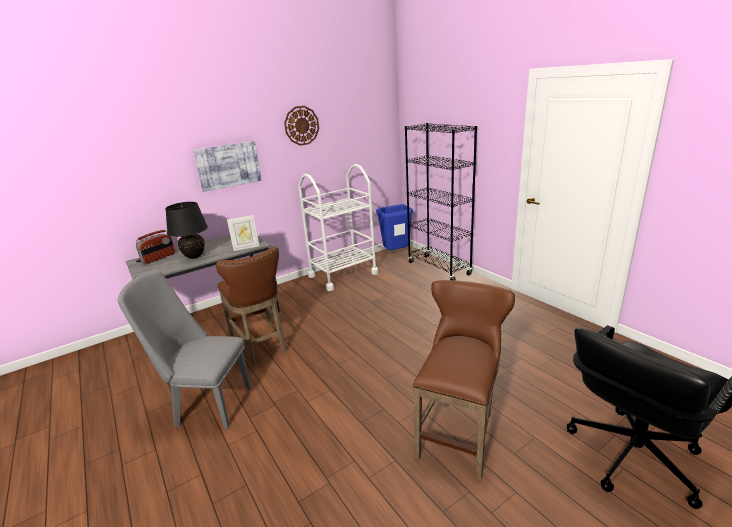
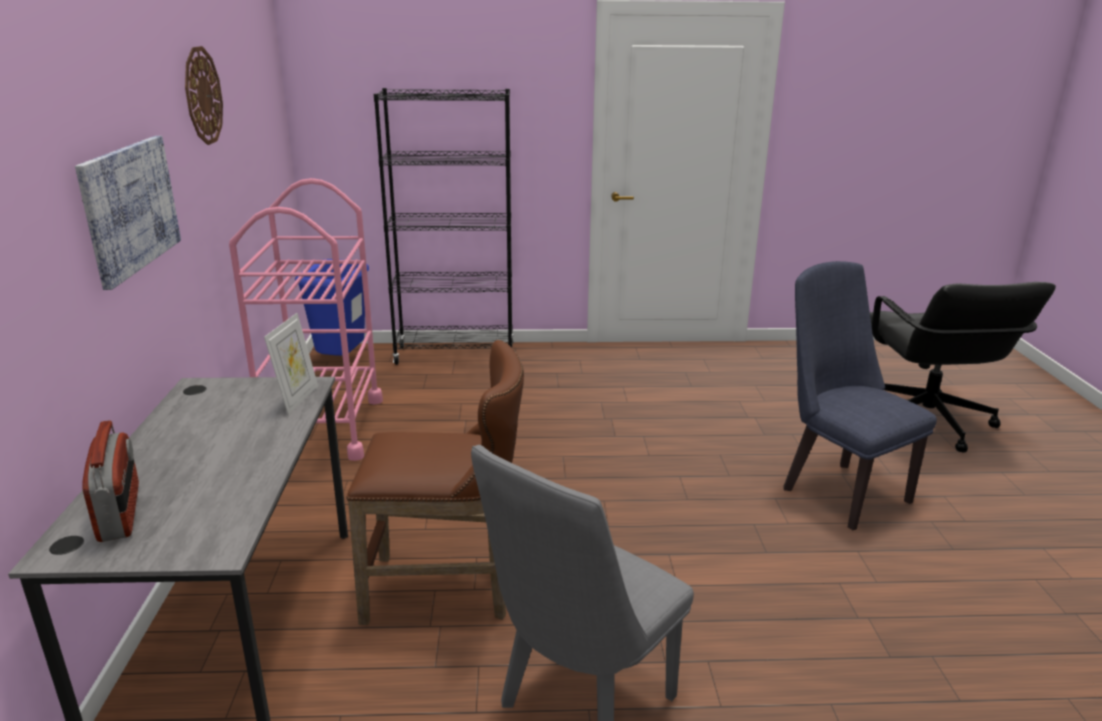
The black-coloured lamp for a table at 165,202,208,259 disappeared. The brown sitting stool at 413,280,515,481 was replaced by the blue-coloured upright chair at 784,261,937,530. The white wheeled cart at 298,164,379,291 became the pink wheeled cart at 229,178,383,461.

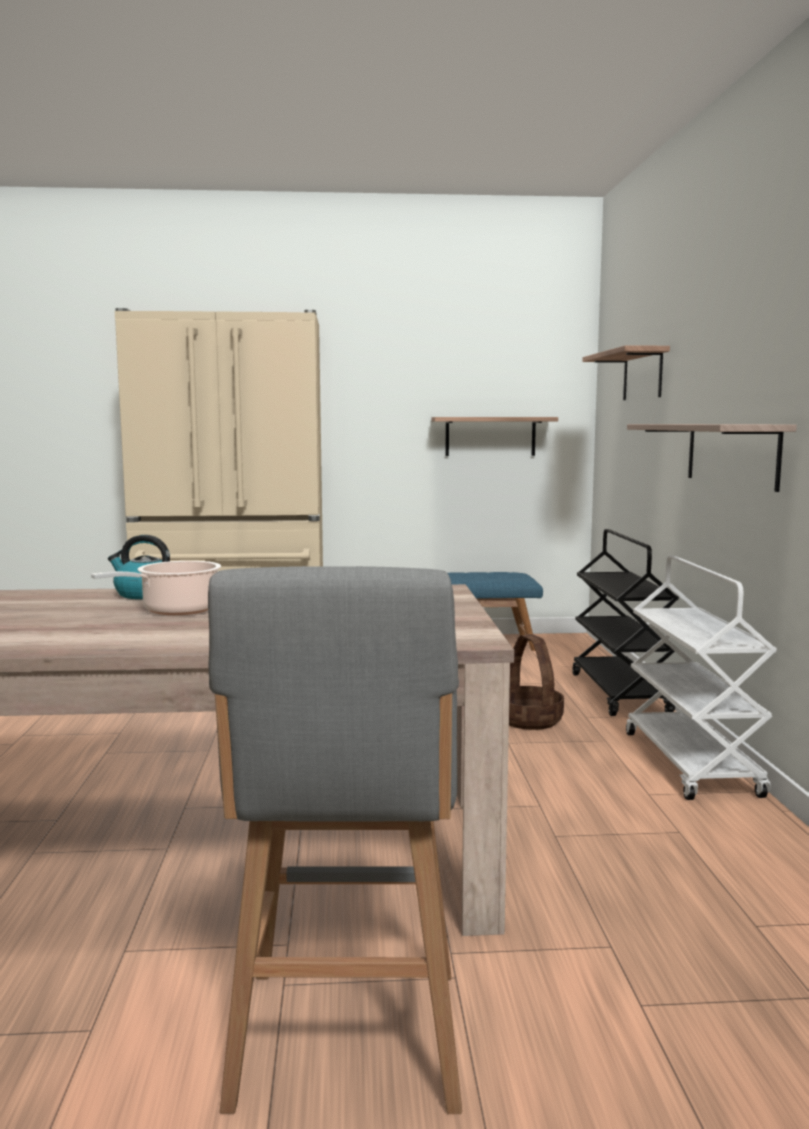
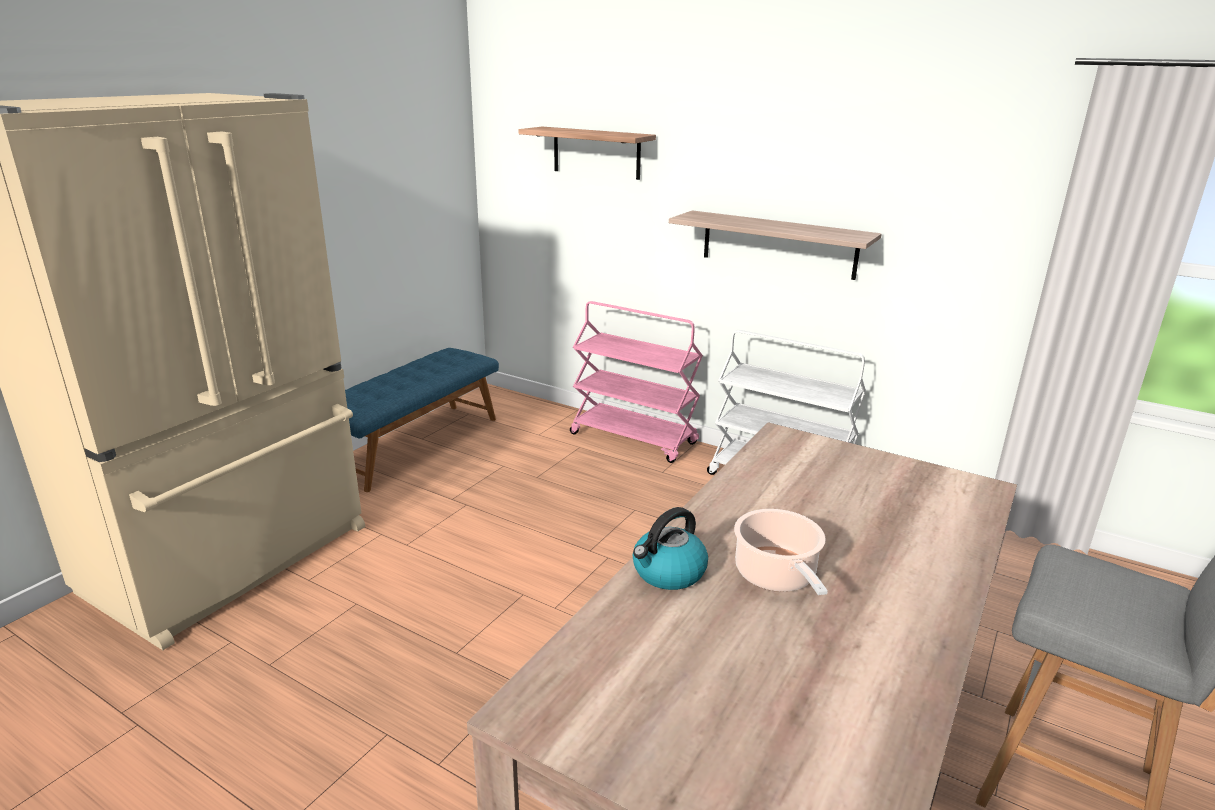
The bracket shelf at 431,417,558,456 disappeared. The storage basket at 509,634,564,730 disappeared. The black-coloured wheeled cart at 572,529,679,716 became the pink wheeled cart at 570,301,703,463.

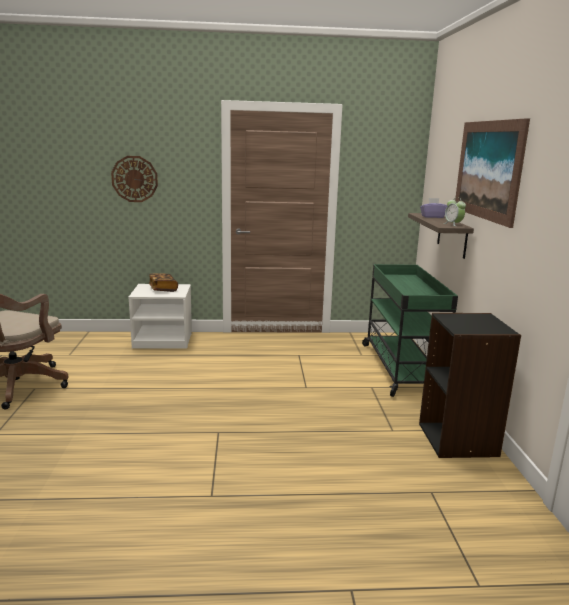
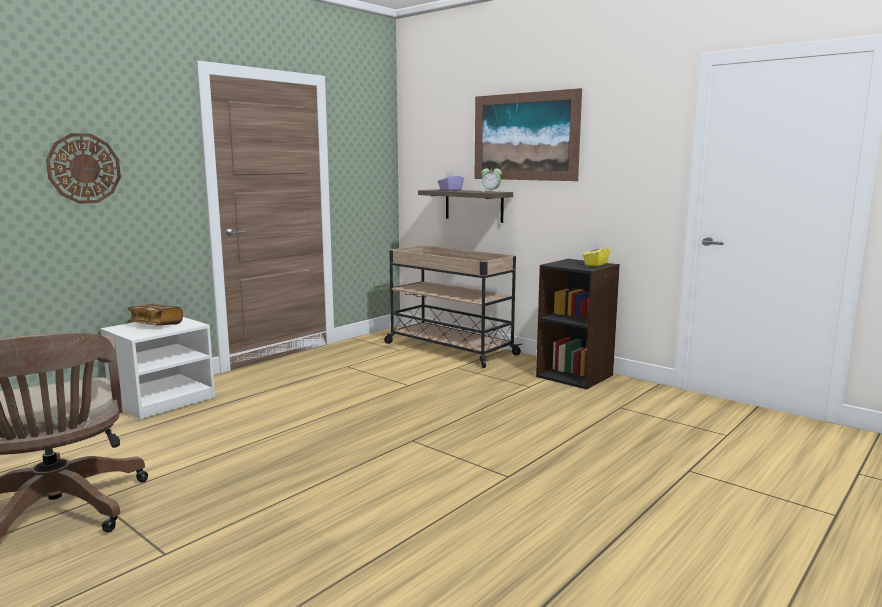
The yellow box of tissues at 583,242,610,267 appeared. The green-coloured wheeled cart at 362,264,458,397 became the sand-coloured wheeled cart at 384,245,523,368.

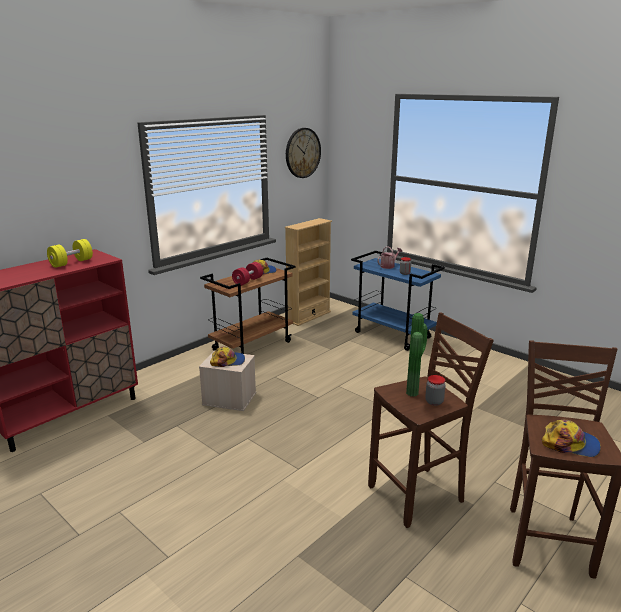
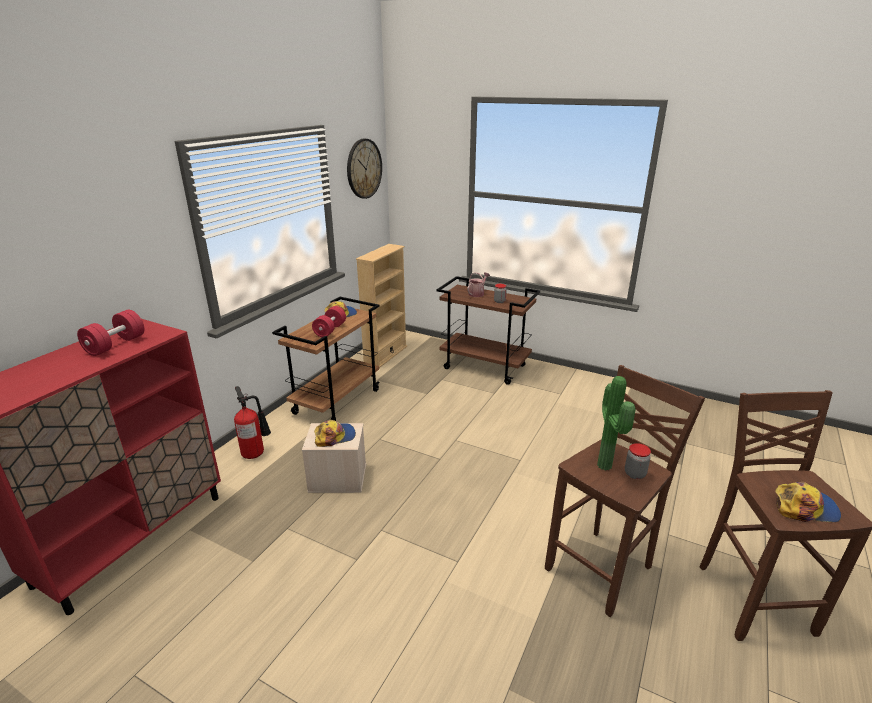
The fire extinguisher at 234,386,271,459 appeared. The yellow free weight at 47,239,93,268 became the red-coloured free weight at 77,310,144,356. The blue-coloured wheeled cart at 351,251,445,351 became the brown wheeled cart at 436,276,540,385.

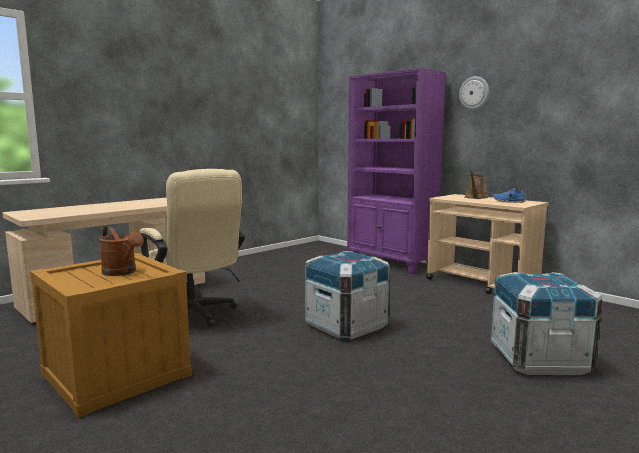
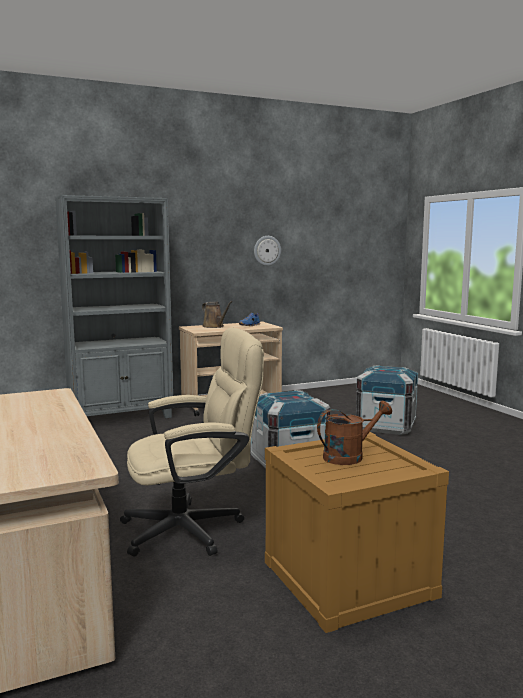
The clock on the wall moved from 459,76,489,110 to 254,236,281,266. The purplish shelving unit at 347,68,446,274 became the gray shelving unit at 55,195,173,418.

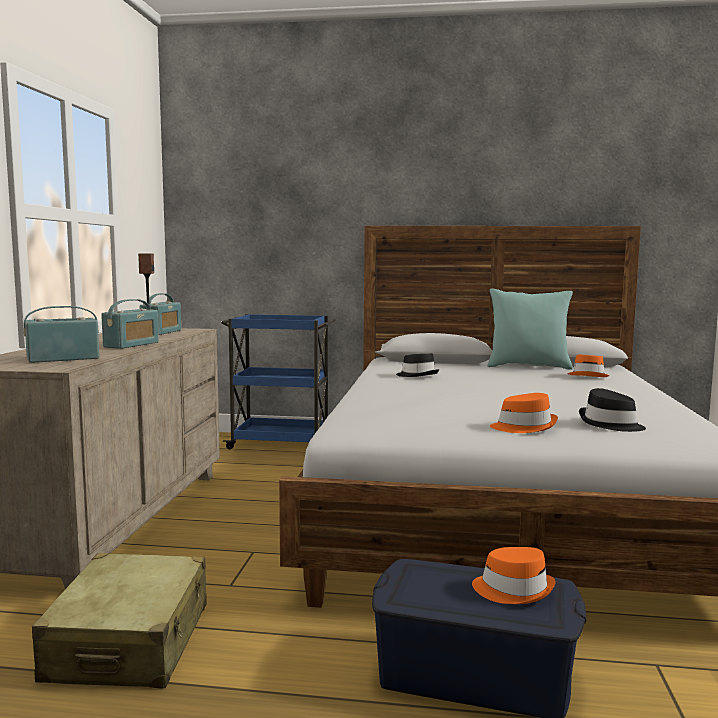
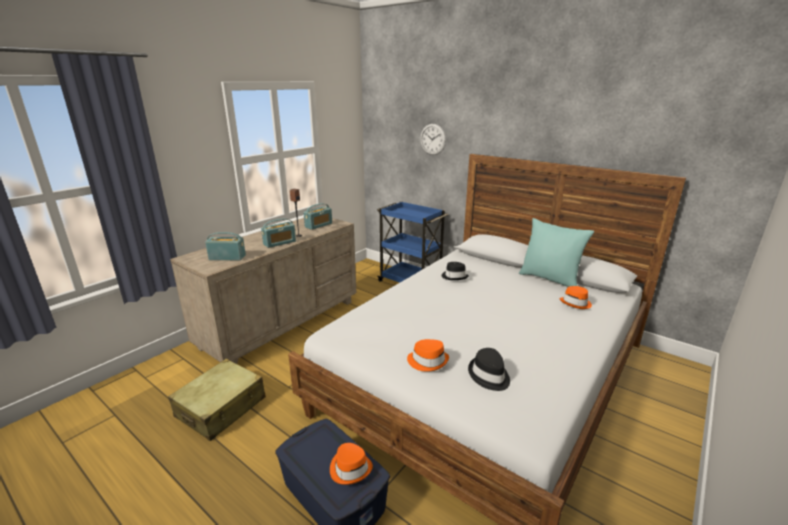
The clock on the wall at 420,124,446,155 appeared.

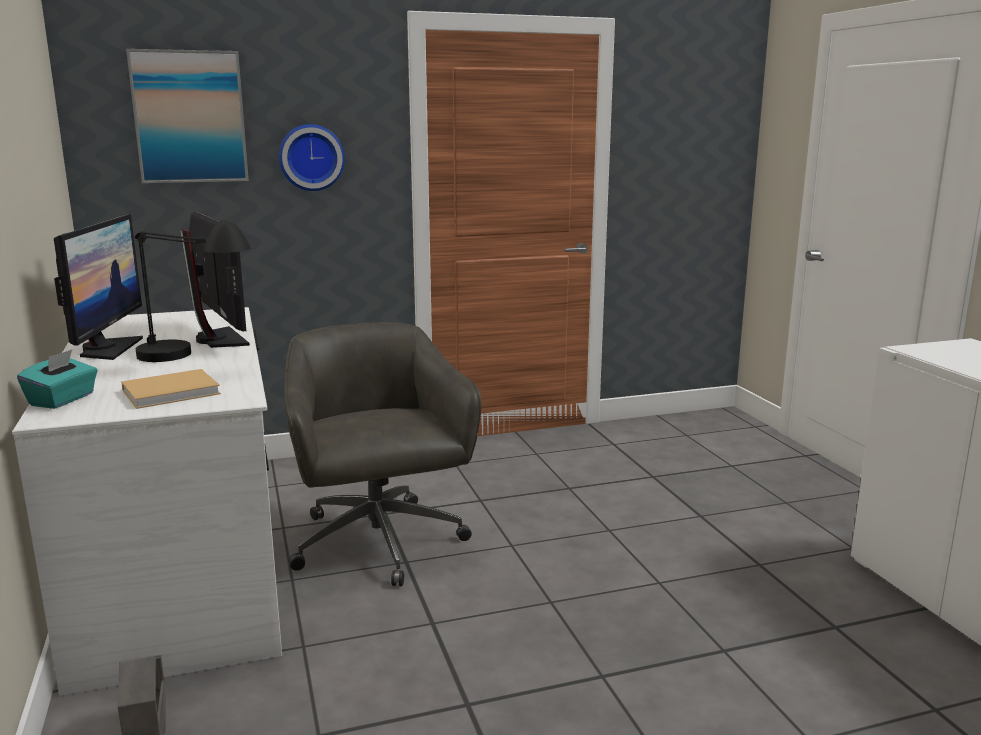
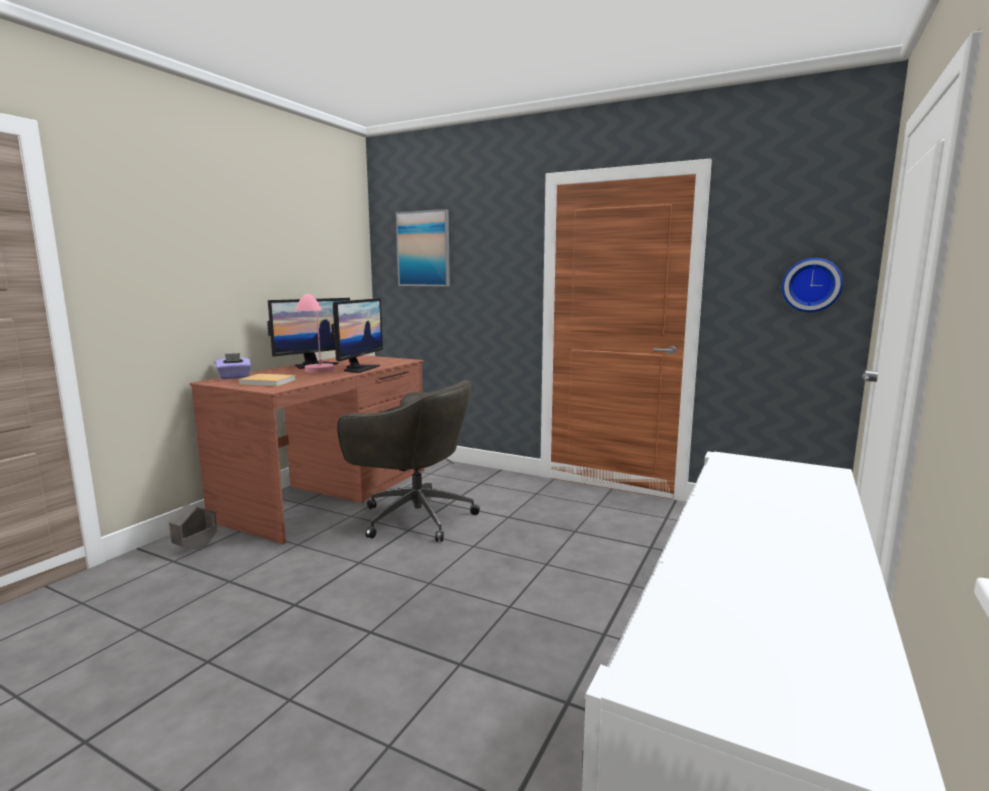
The clock on the wall moved from 279,124,345,191 to 782,258,843,312. The white desk at 12,307,282,696 became the brown desk at 189,355,425,544. The turquoise box of tissues at 17,350,98,409 became the purplish box of tissues at 215,353,251,379. The black-coloured lamp for a table at 135,220,251,362 became the pink lamp for a table at 295,294,334,373. The gray office chair at 284,322,481,587 turned 90 degrees clockwise.

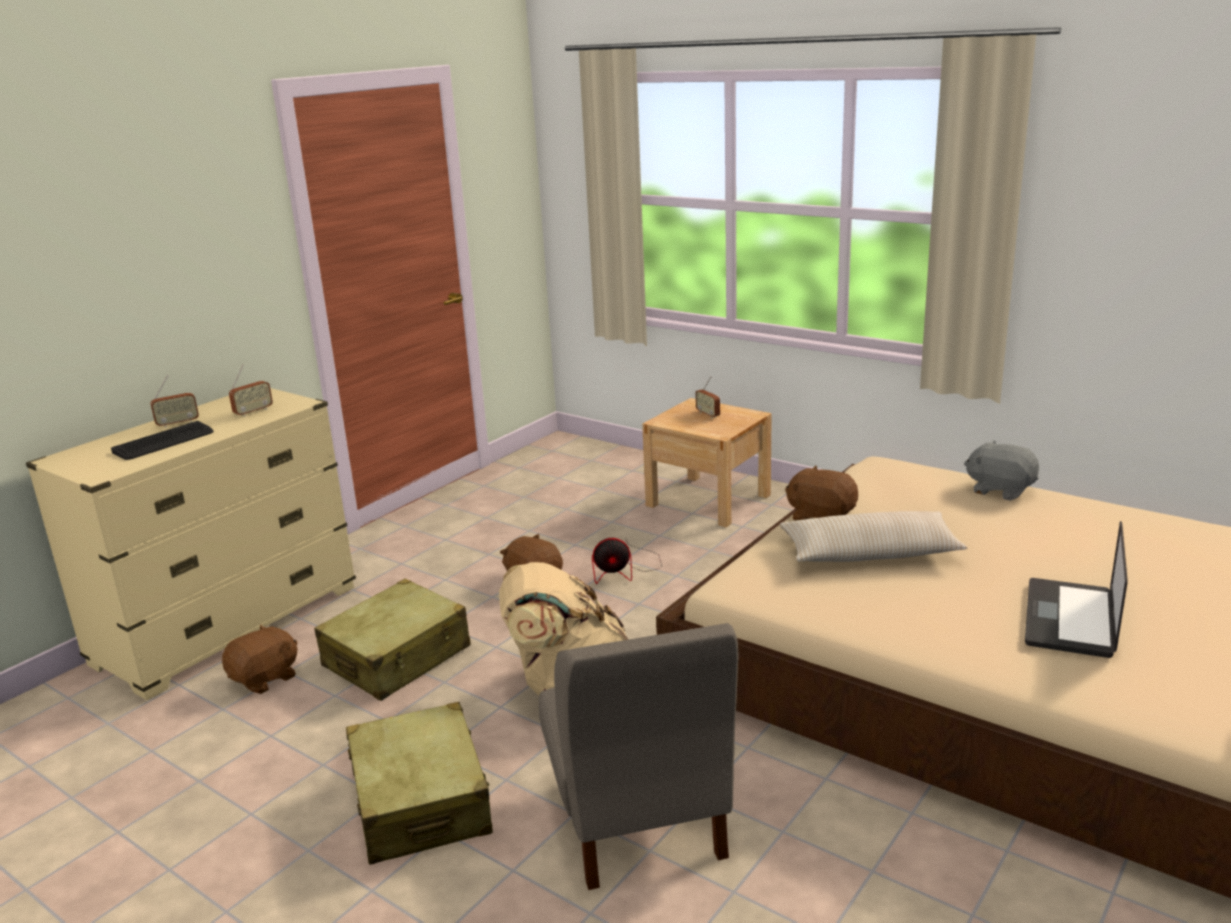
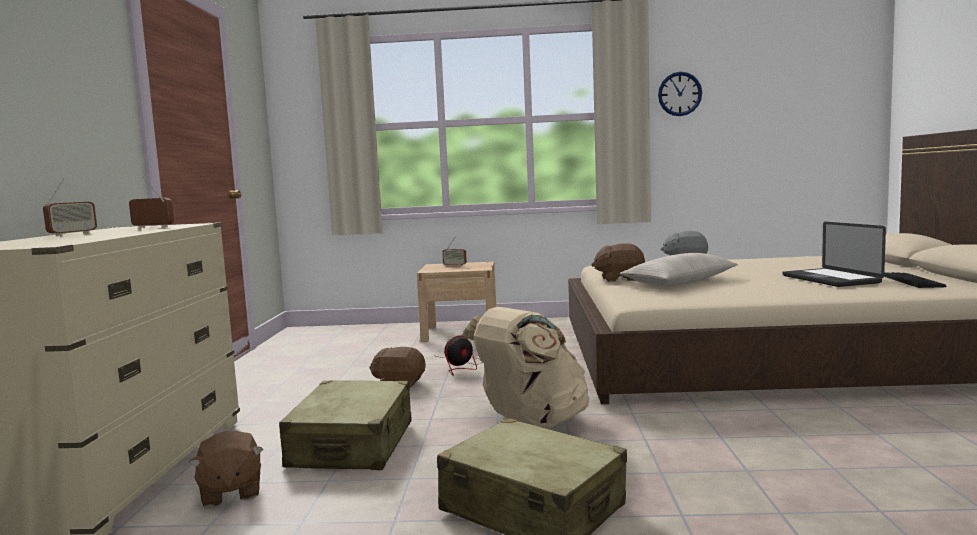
The gray upright chair at 539,623,739,890 disappeared. The clock on the wall at 658,72,702,116 appeared. The computer keyboard moved from 111,421,213,460 to 884,272,946,288. The brown soft toy at 222,624,298,694 turned 150 degrees clockwise. The radio at 229,364,273,417 turned 90 degrees counterclockwise.

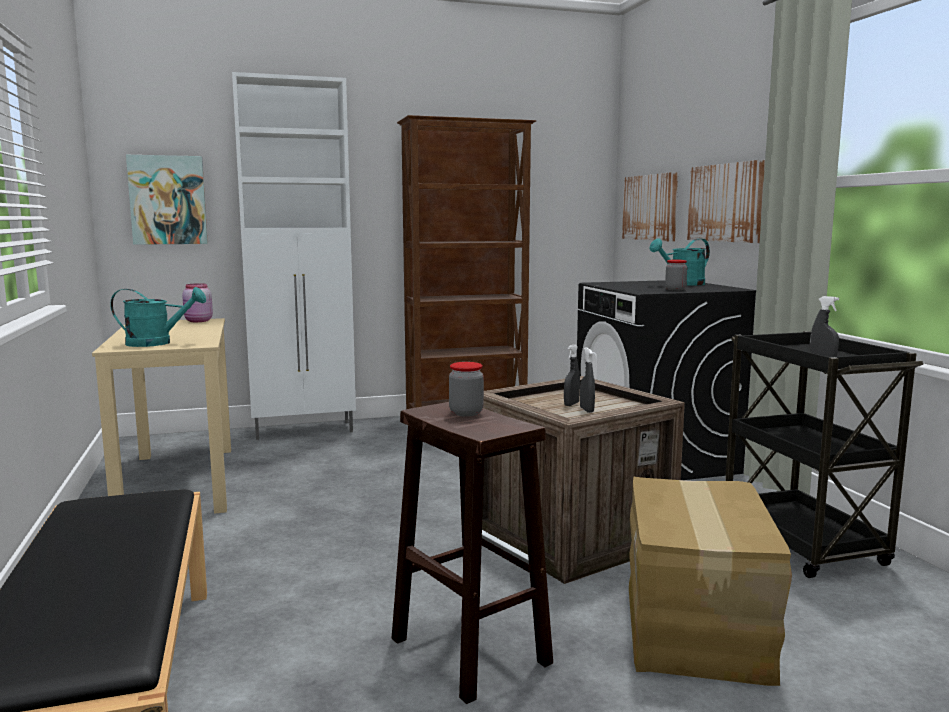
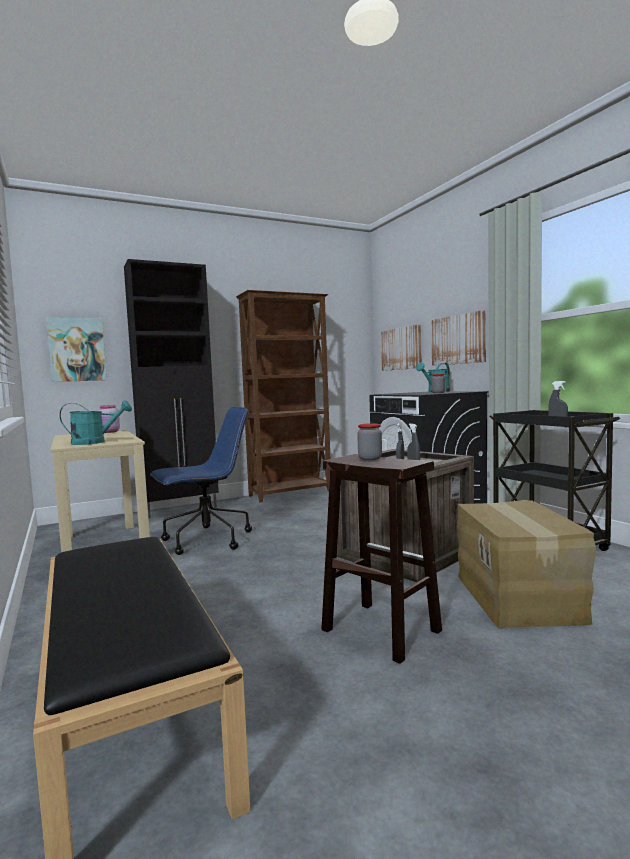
The blue-coloured office chair at 150,407,252,555 appeared. The white cabinet at 232,72,356,440 became the black-coloured cabinet at 124,259,219,519.

